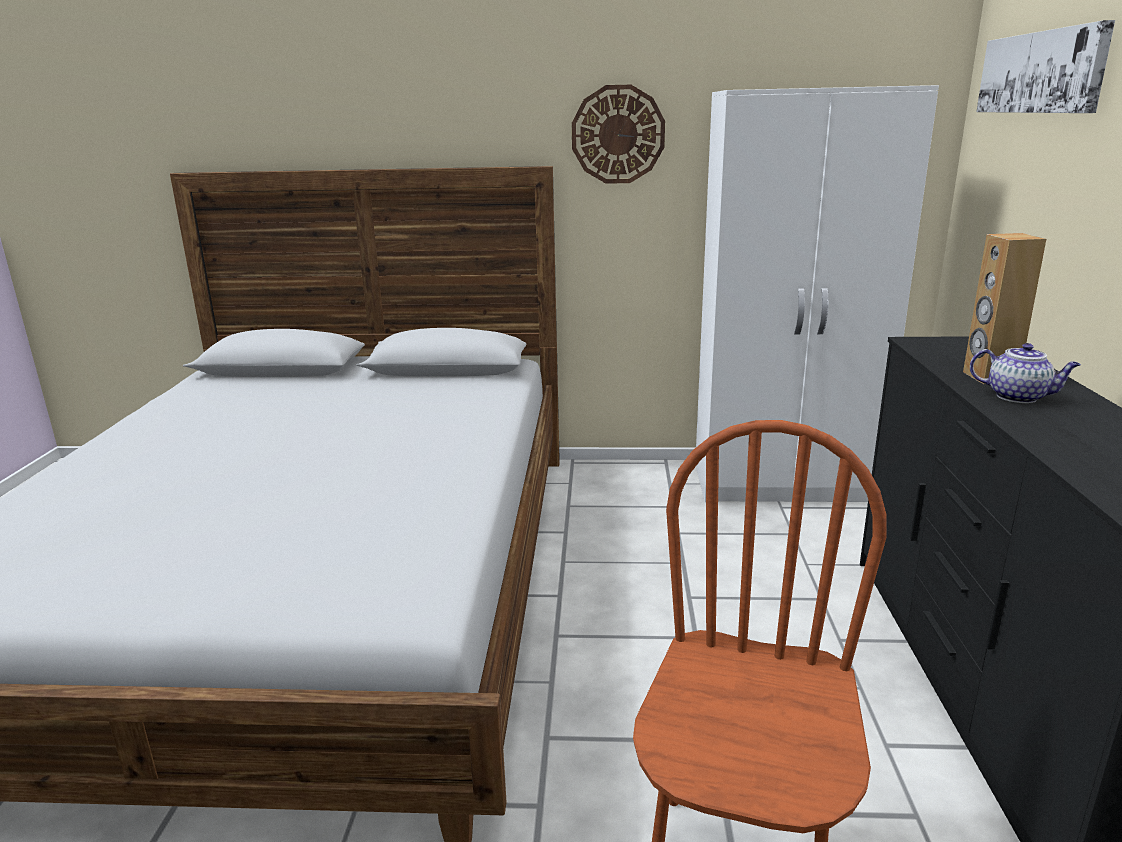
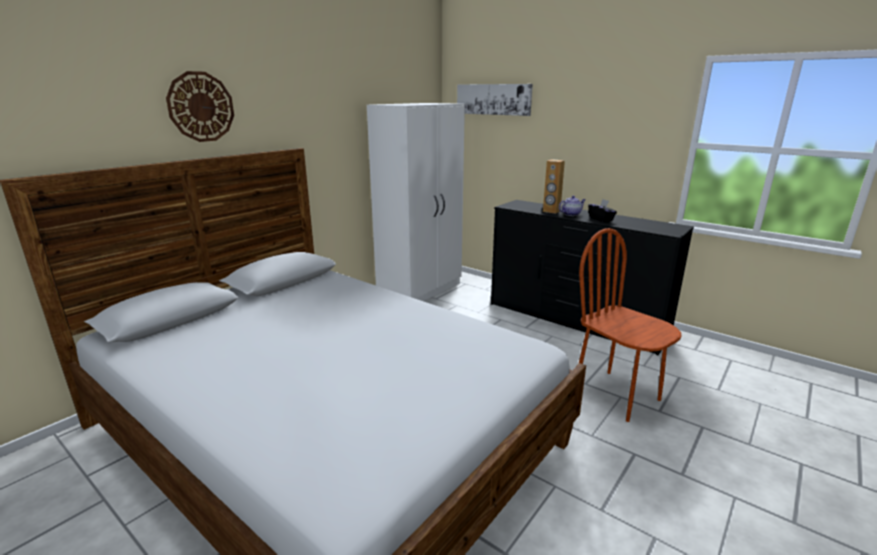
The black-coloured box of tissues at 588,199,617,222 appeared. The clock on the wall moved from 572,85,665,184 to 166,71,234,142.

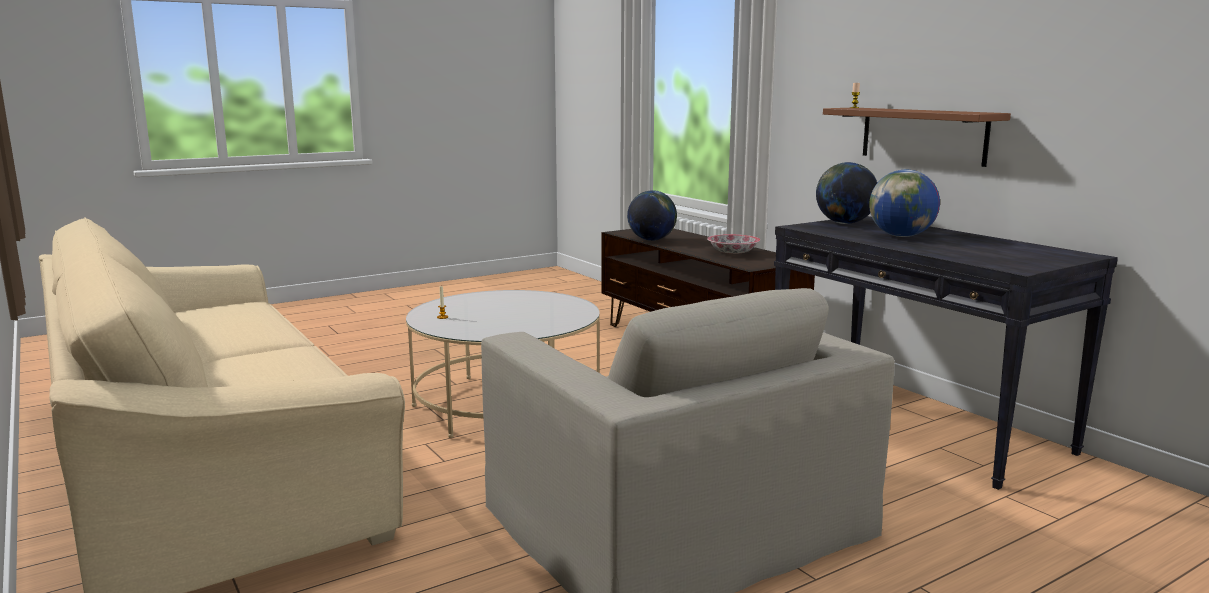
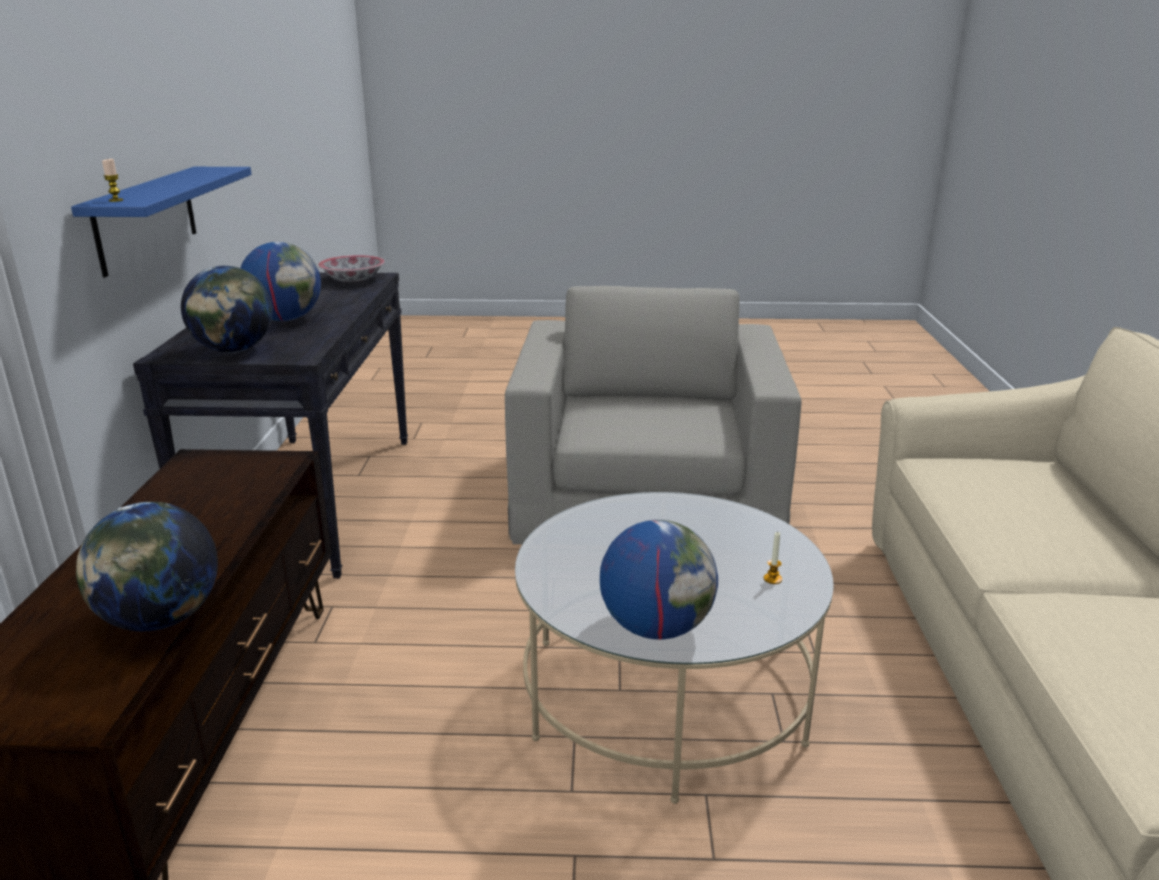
The world globe at 600,520,718,639 appeared. The serving bowl moved from 707,234,760,254 to 318,255,385,282. The brown bracket shelf at 823,108,1011,167 became the blue-coloured bracket shelf at 71,167,252,277.

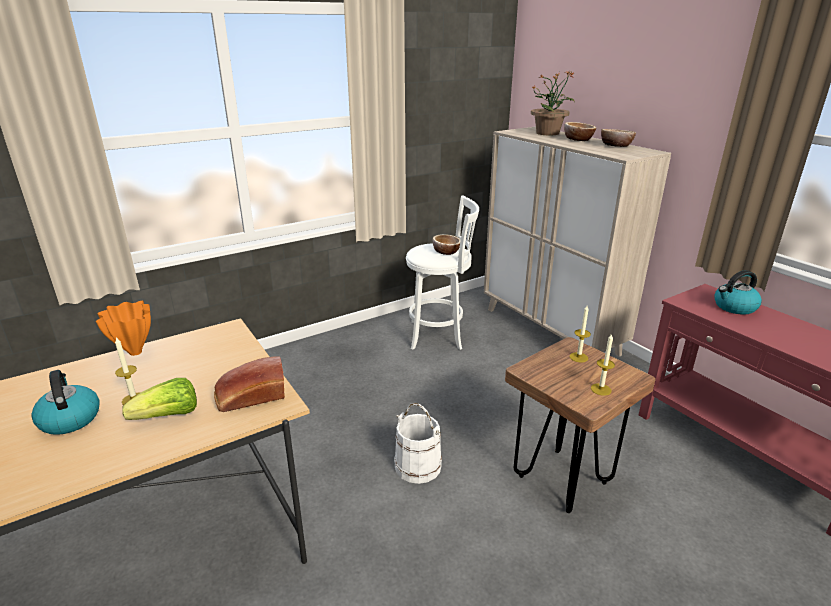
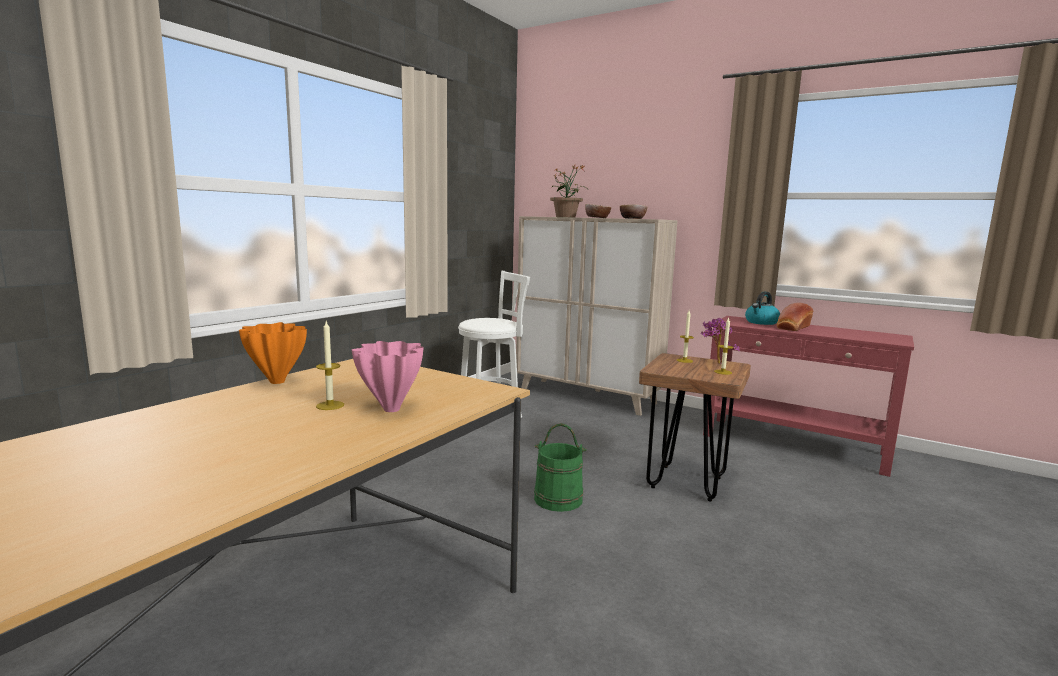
The water kettle at 31,370,100,435 disappeared. The serving bowl at 433,234,461,255 disappeared. The plant in a pot at 701,318,740,364 appeared. The bread moved from 214,356,285,412 to 777,303,813,331. The lettuce at 122,378,197,420 was replaced by the pink vase at 352,341,424,412. The white bucket at 394,403,442,484 became the green-coloured bucket at 534,423,587,512.

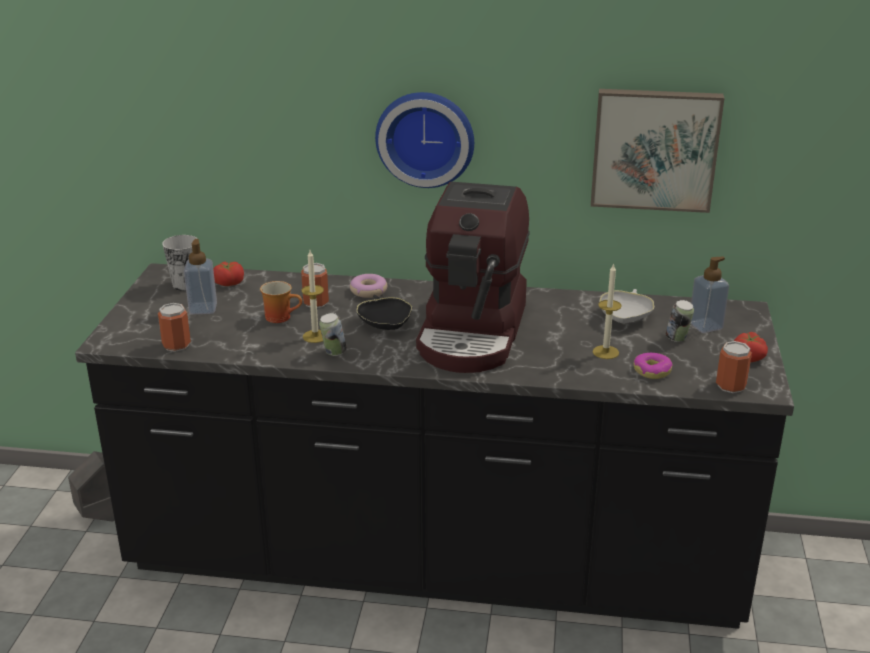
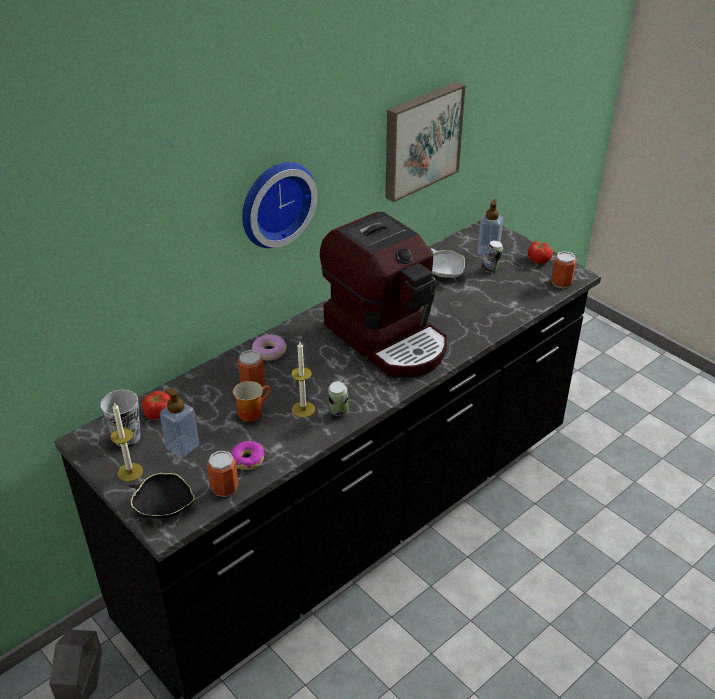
The black-coloured serving bowl moved from 356,295,412,330 to 129,473,195,518. The wax light moved from 593,263,622,359 to 111,402,143,482. The donut moved from 634,353,672,379 to 230,441,264,470.

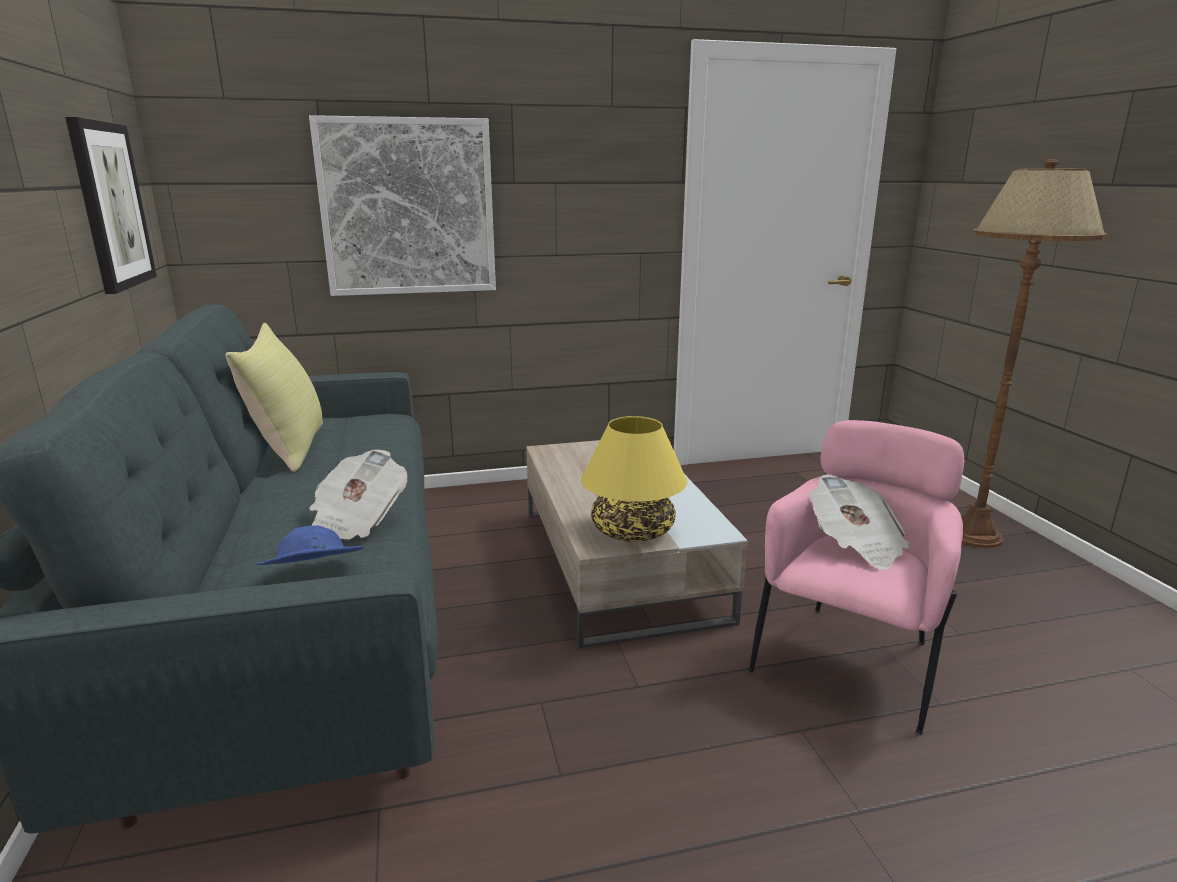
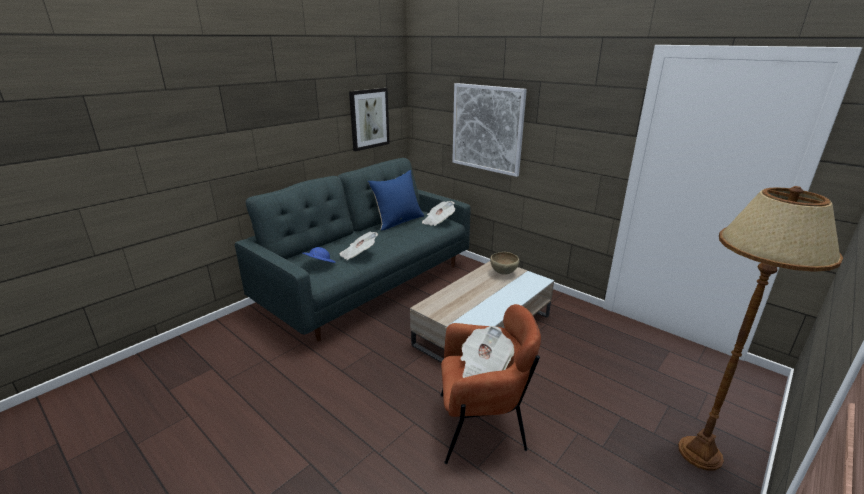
The yellow lamp for a table at 581,416,688,542 disappeared. The printed paper at 422,201,455,226 appeared. The brown serving bowl at 490,252,519,275 appeared. The yellow pillow at 225,323,323,471 became the blue-coloured pillow at 368,170,424,231. The pink lounge chair at 749,420,964,734 became the brown lounge chair at 440,304,541,464.

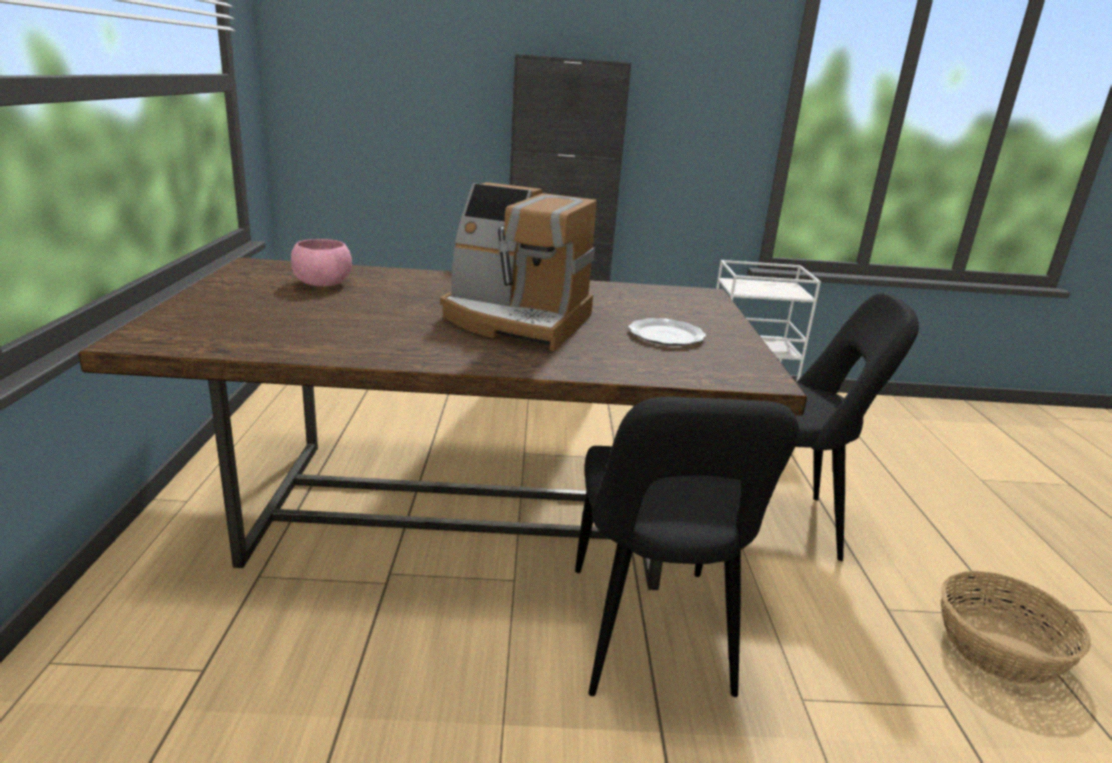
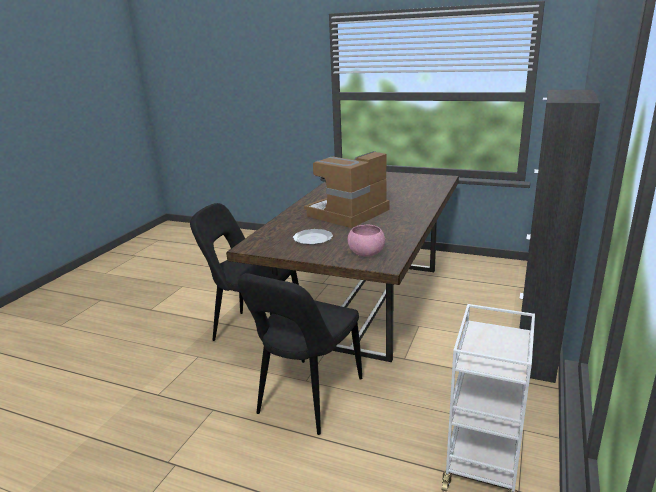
The storage basket at 940,571,1091,685 disappeared. The pink serving bowl moved from 291,239,352,286 to 347,225,385,257.

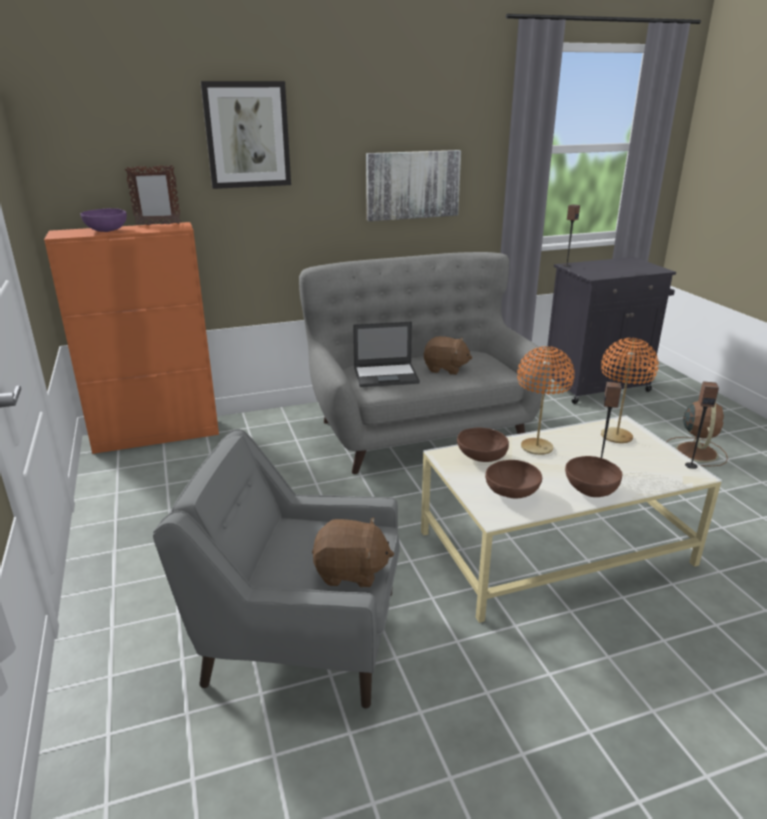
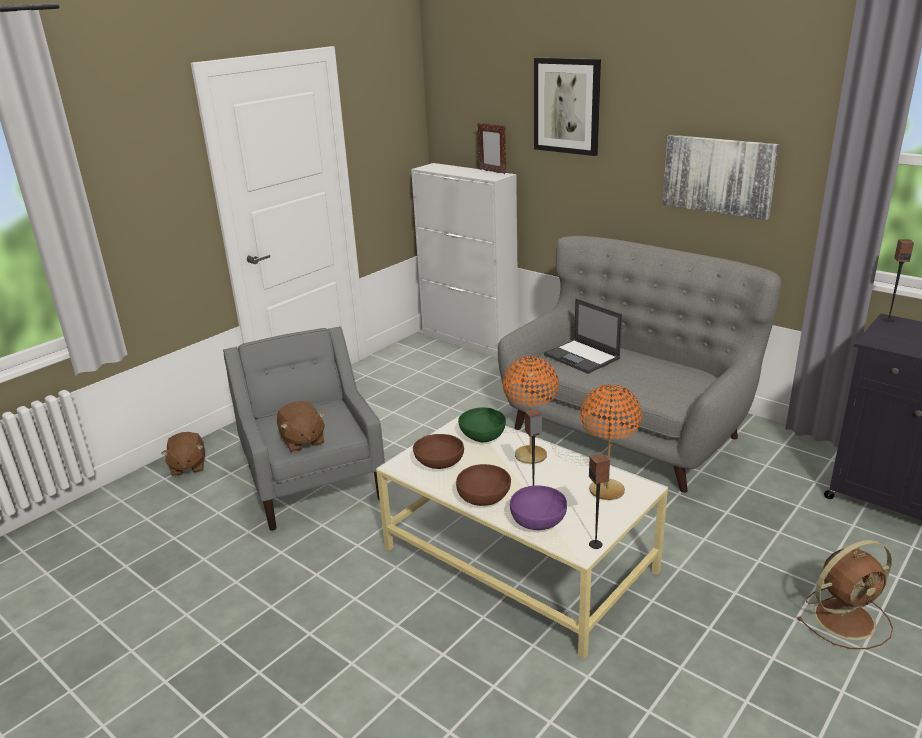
The purplish serving bowl moved from 80,208,127,232 to 510,486,567,530. The brown soft toy moved from 424,336,472,375 to 161,432,205,476. The orange-coloured cabinet at 44,222,219,454 became the white cabinet at 411,163,518,358. The brown serving bowl at 457,427,509,462 became the green-coloured serving bowl at 458,407,506,442.

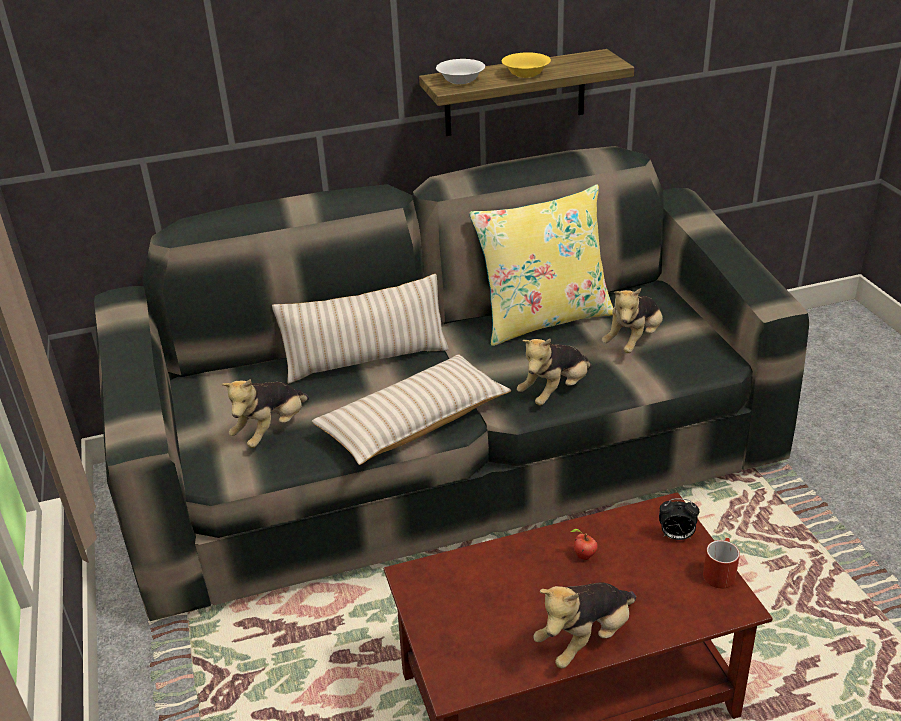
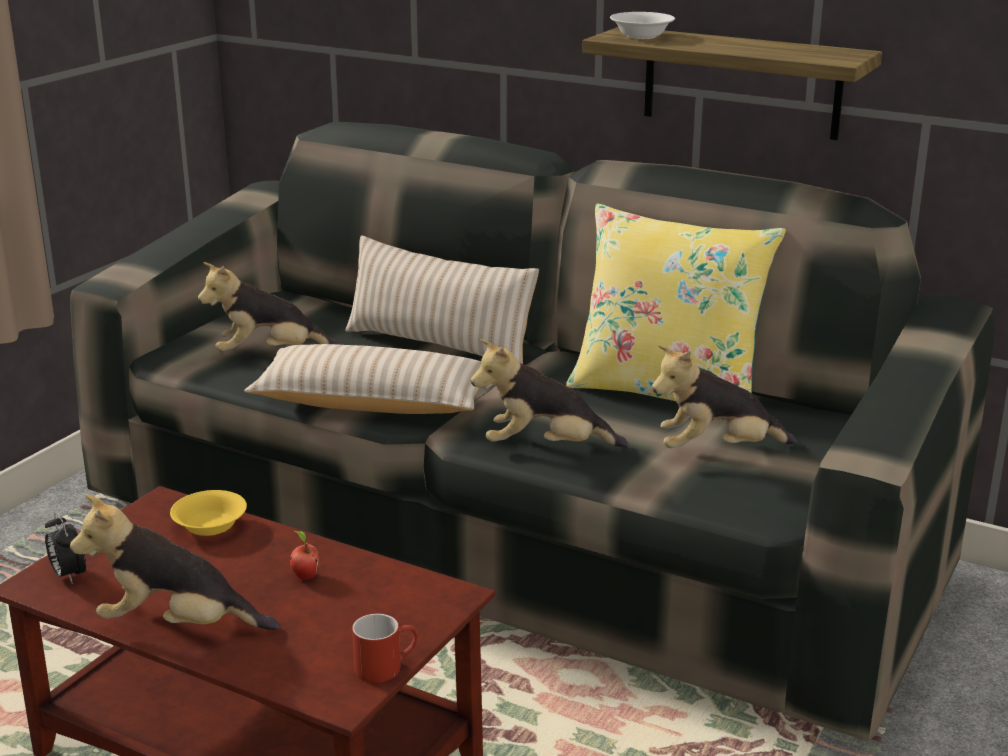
The yellow serving bowl moved from 502,52,551,78 to 170,490,247,536. The bedside clock moved from 659,499,699,540 to 45,512,86,584.

